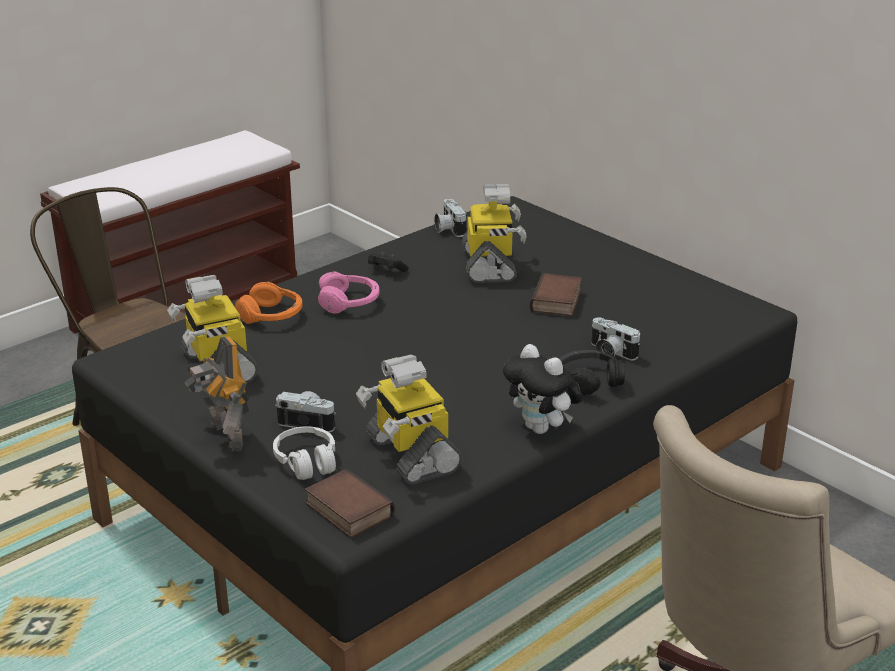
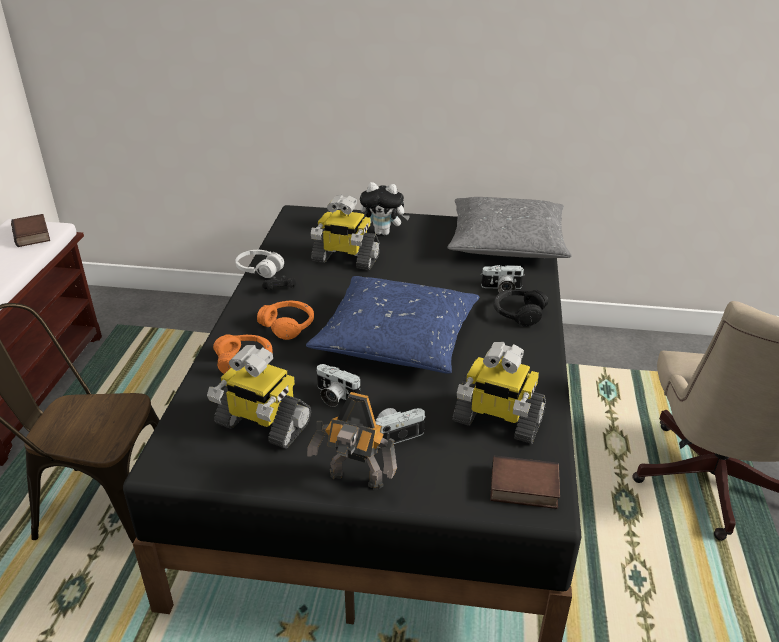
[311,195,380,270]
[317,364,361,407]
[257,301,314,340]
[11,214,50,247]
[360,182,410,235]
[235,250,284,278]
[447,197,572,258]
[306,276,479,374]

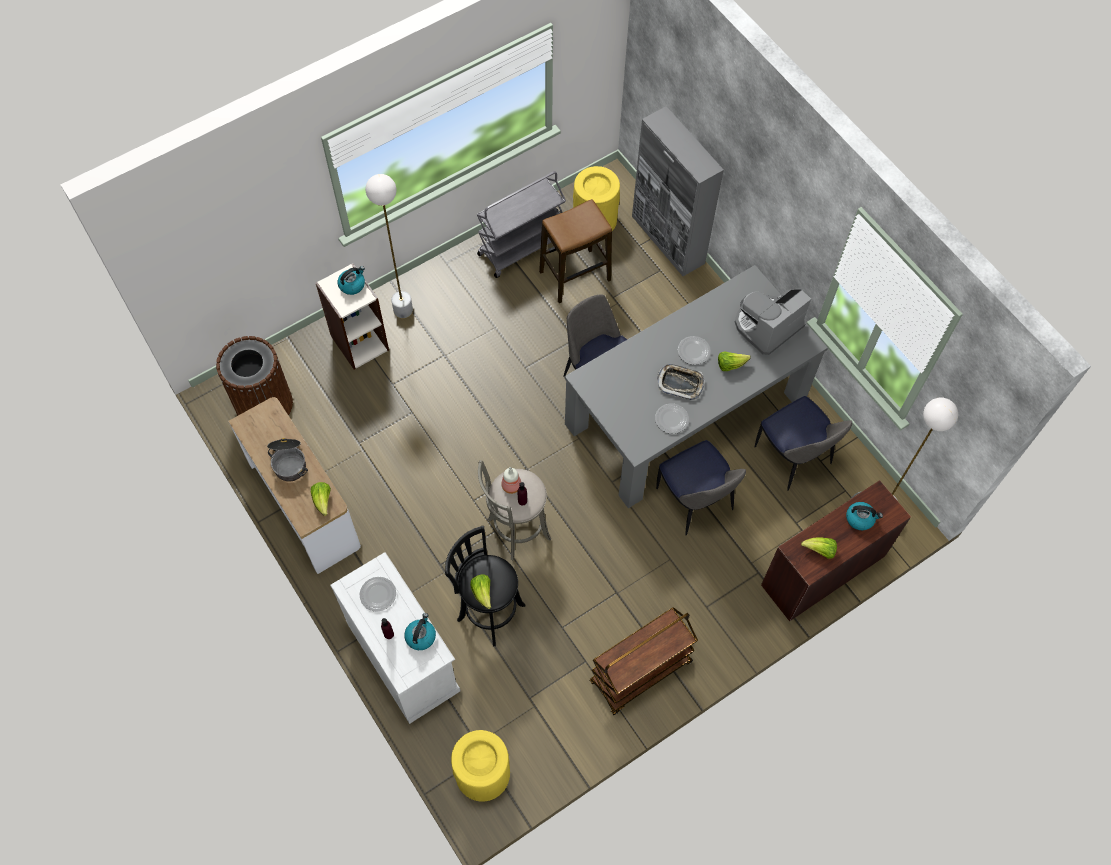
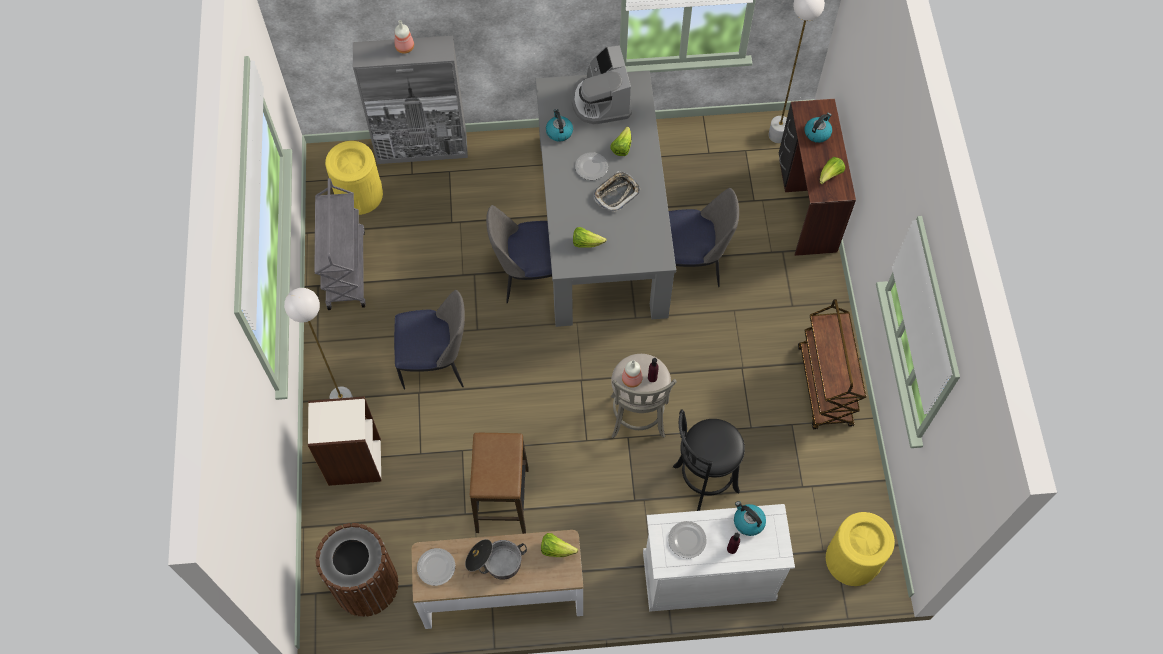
[470,433,529,534]
[546,109,573,142]
[394,290,465,390]
[417,548,455,586]
[573,227,606,248]
[395,20,414,54]

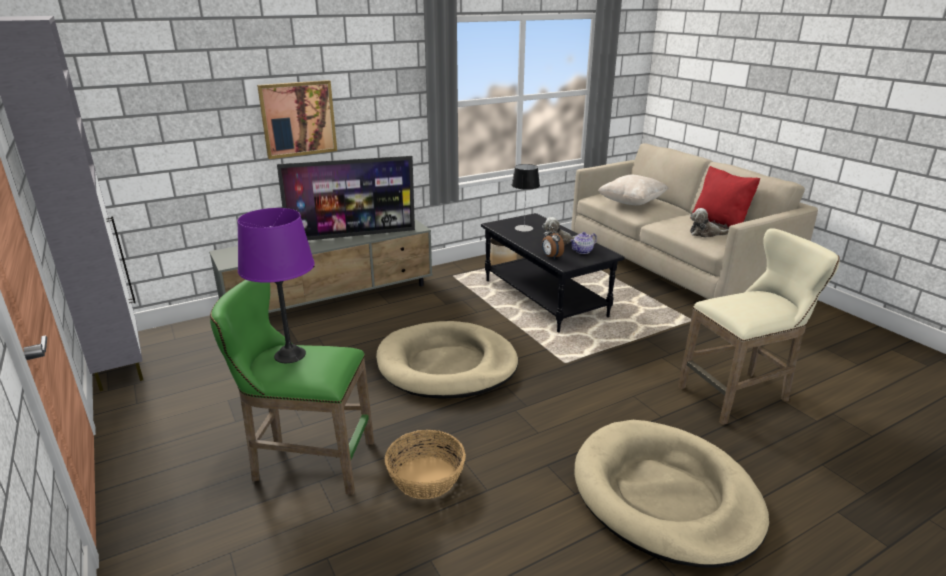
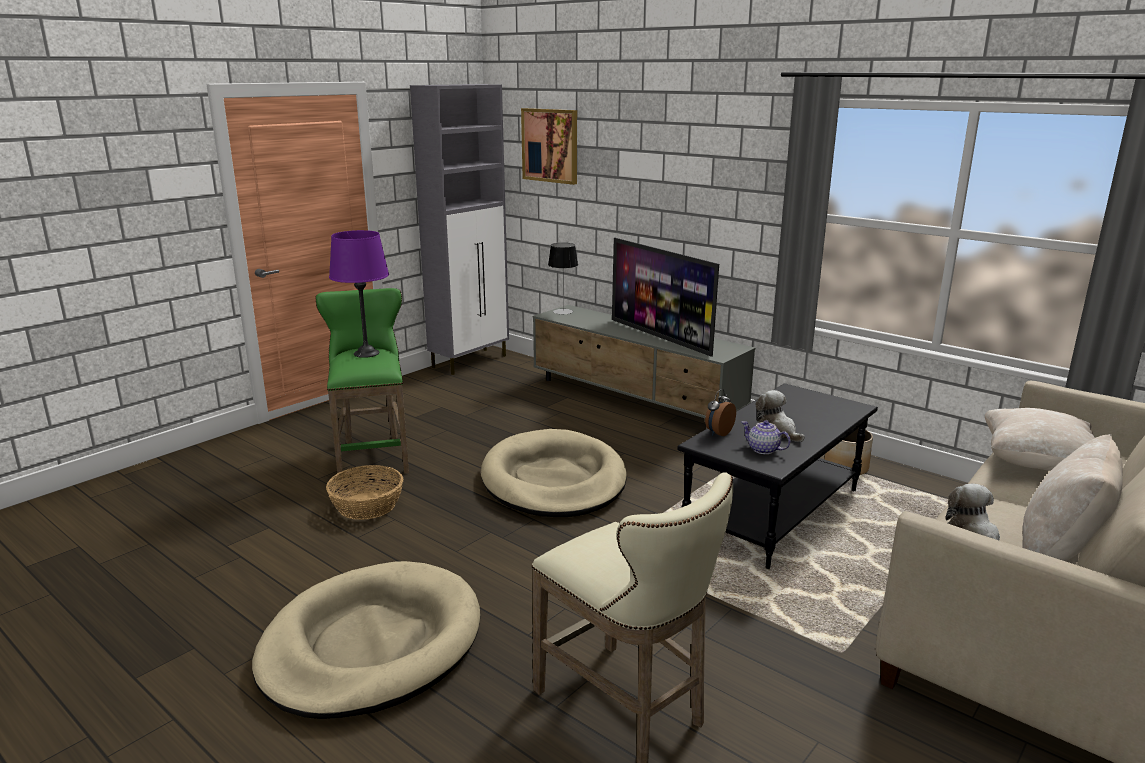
[521,108,577,185]
[548,243,578,314]
[1022,434,1123,561]

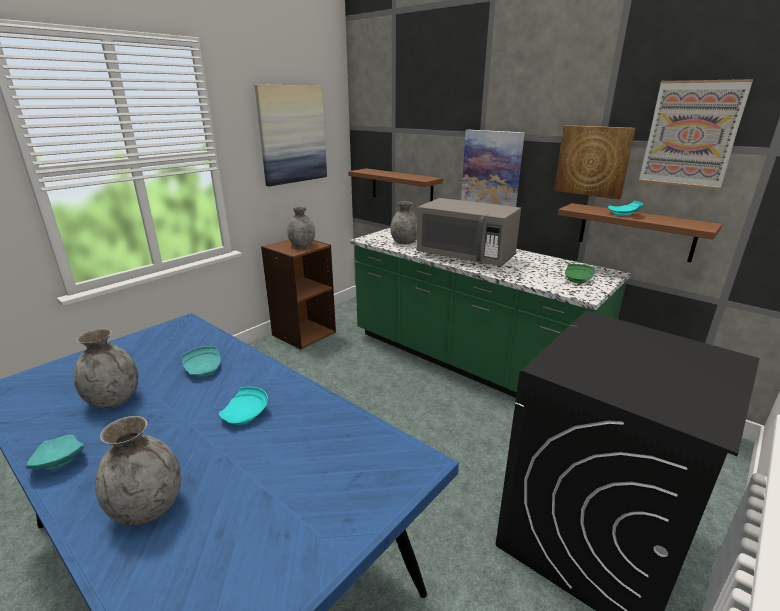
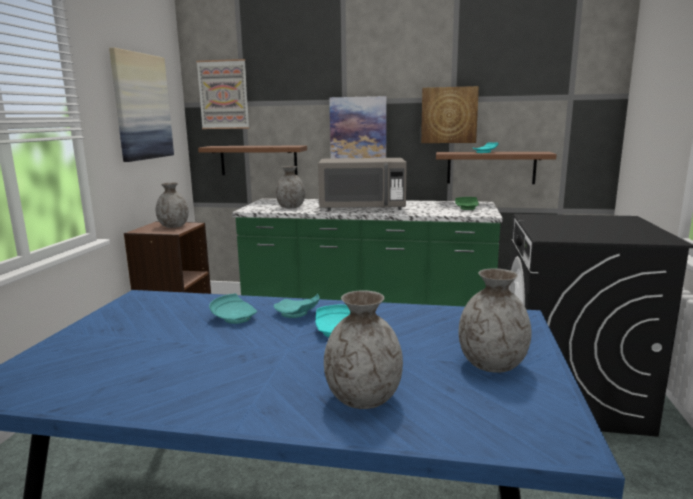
[196,59,250,129]
[459,268,532,373]
[274,294,320,318]

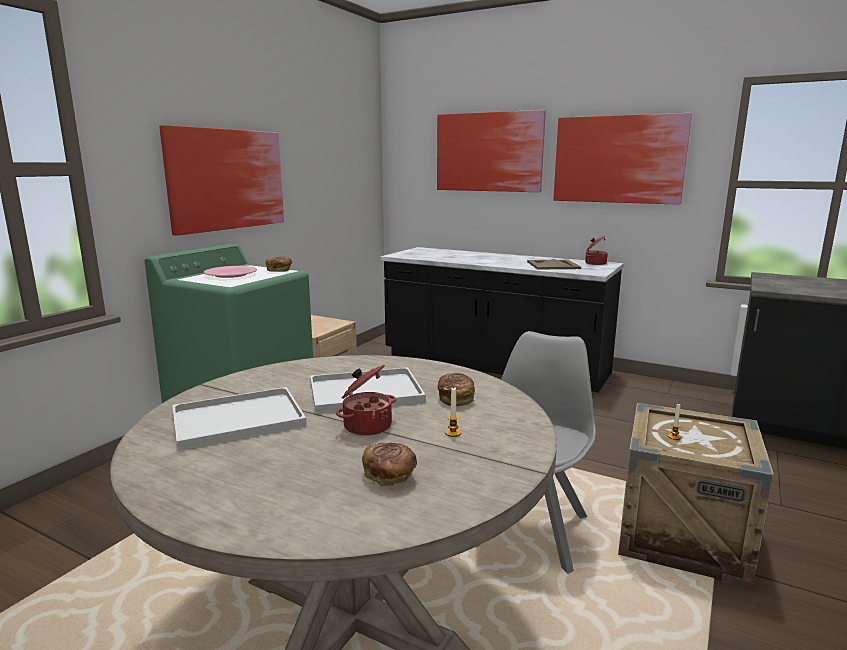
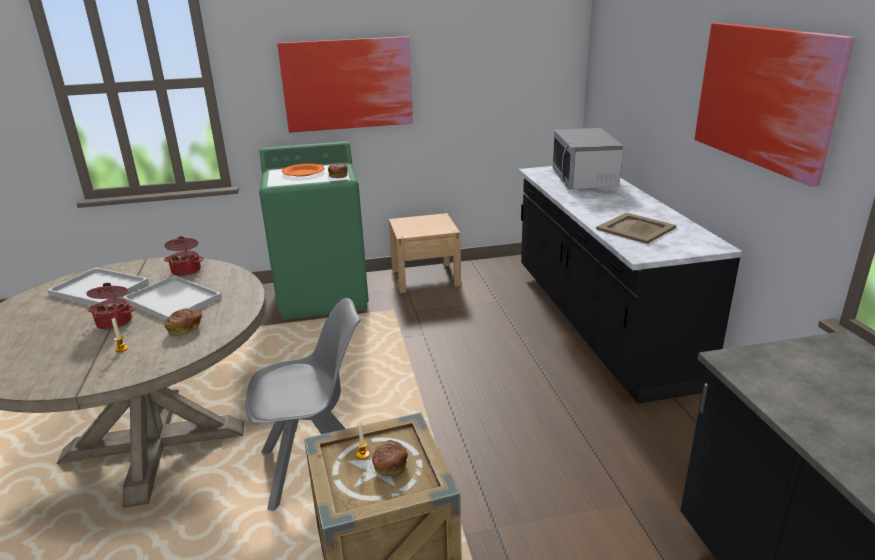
[437,110,546,192] (first image)
[164,236,204,276]
[282,163,324,177]
[372,440,408,476]
[552,128,623,189]

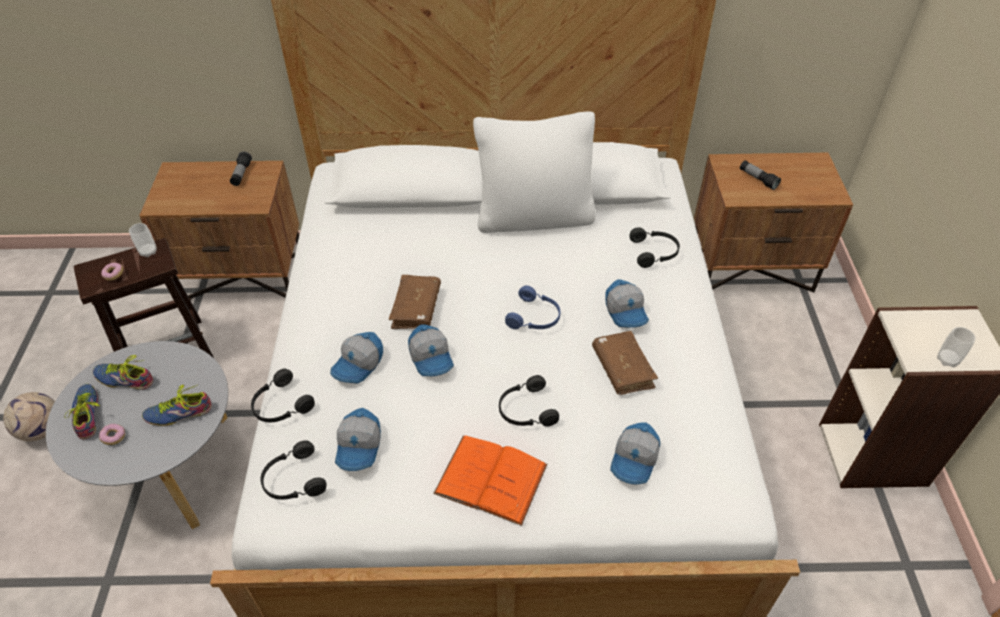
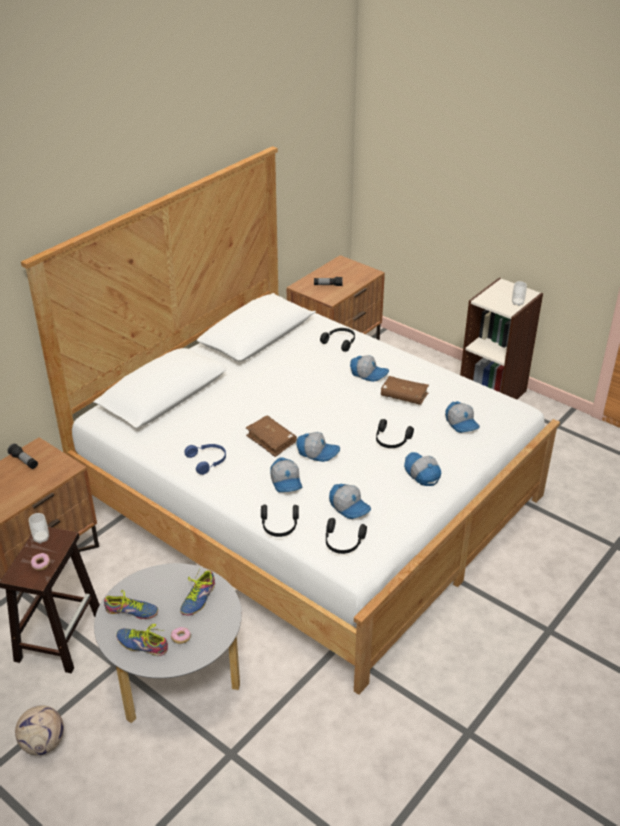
[473,111,596,233] (first image)
[185,444,226,475]
[104,590,158,619]
[404,452,441,486]

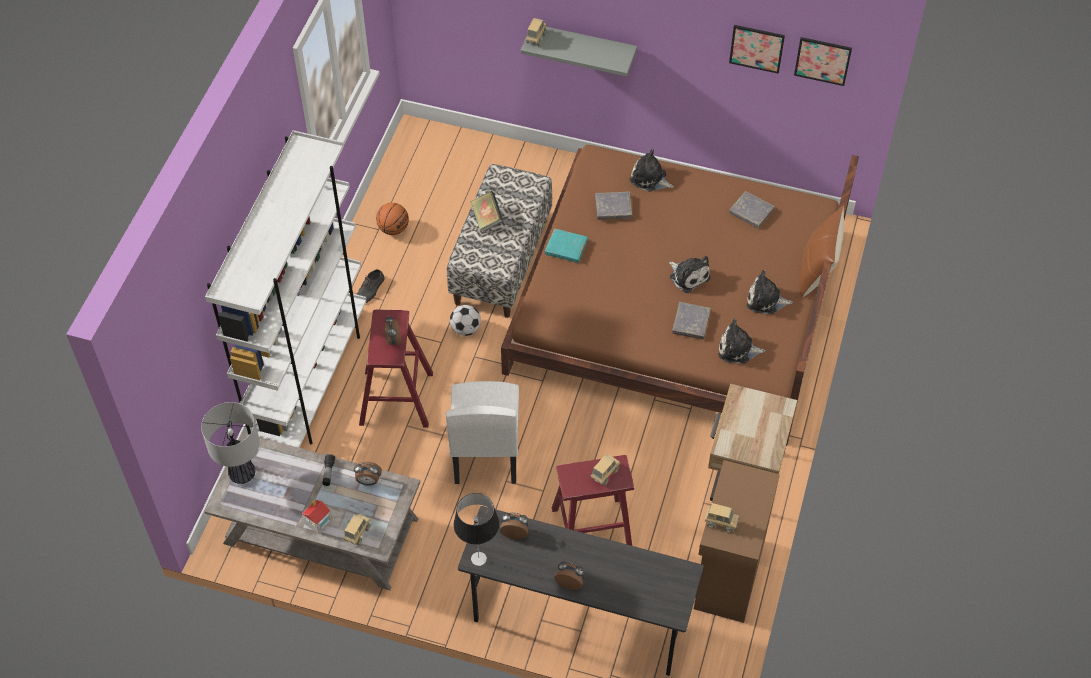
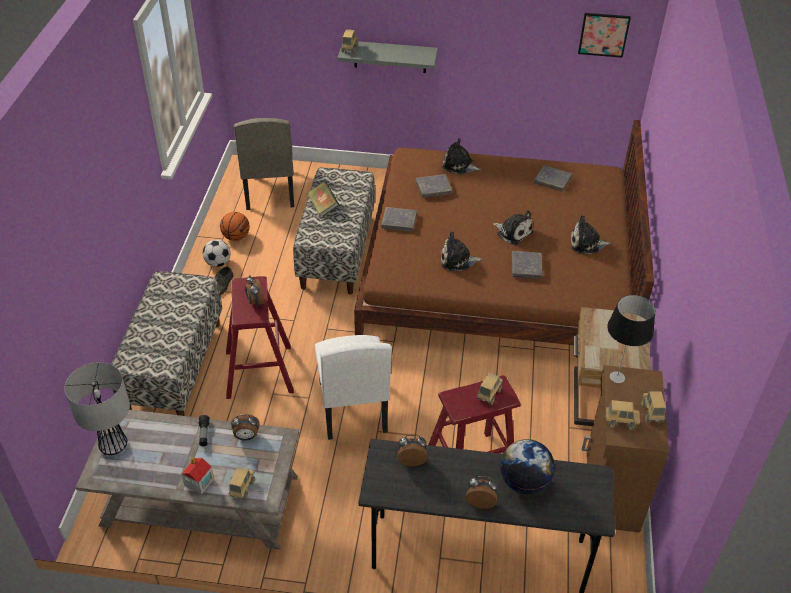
[729,25,785,74] (first image)
[111,271,222,416]
[799,206,844,297] (first image)
[381,207,417,232]
[203,240,230,267]
[441,231,482,271]
[607,295,655,383]
[234,118,294,210]
[641,391,666,422]
[500,439,555,494]

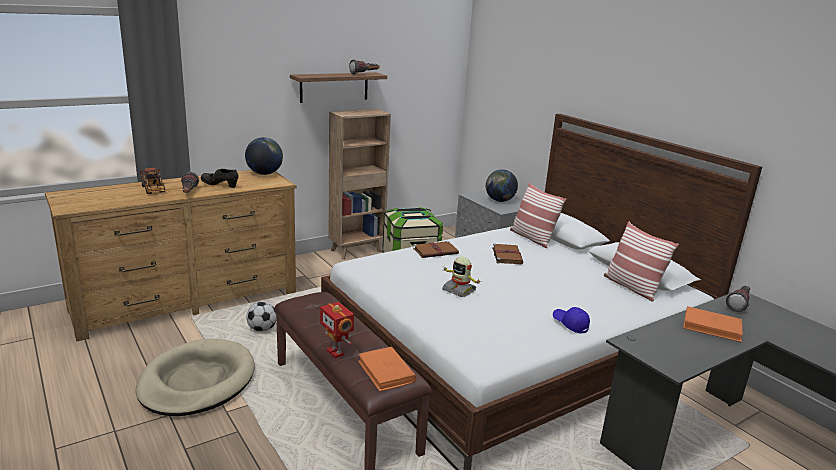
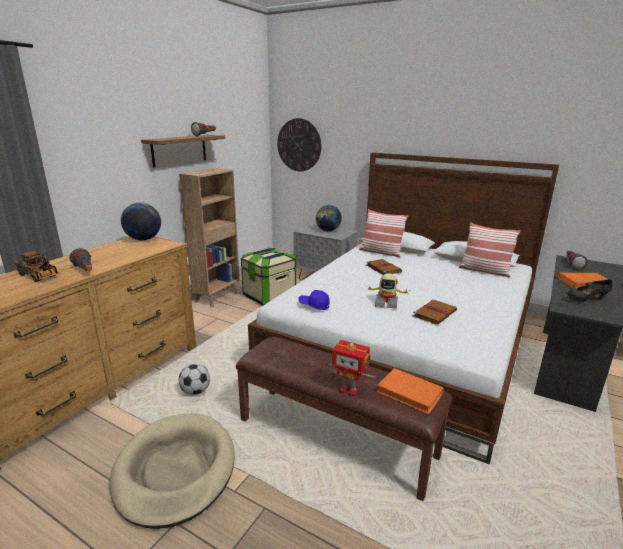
[567,279,613,302]
[413,299,457,325]
[298,290,330,310]
[277,118,321,171]

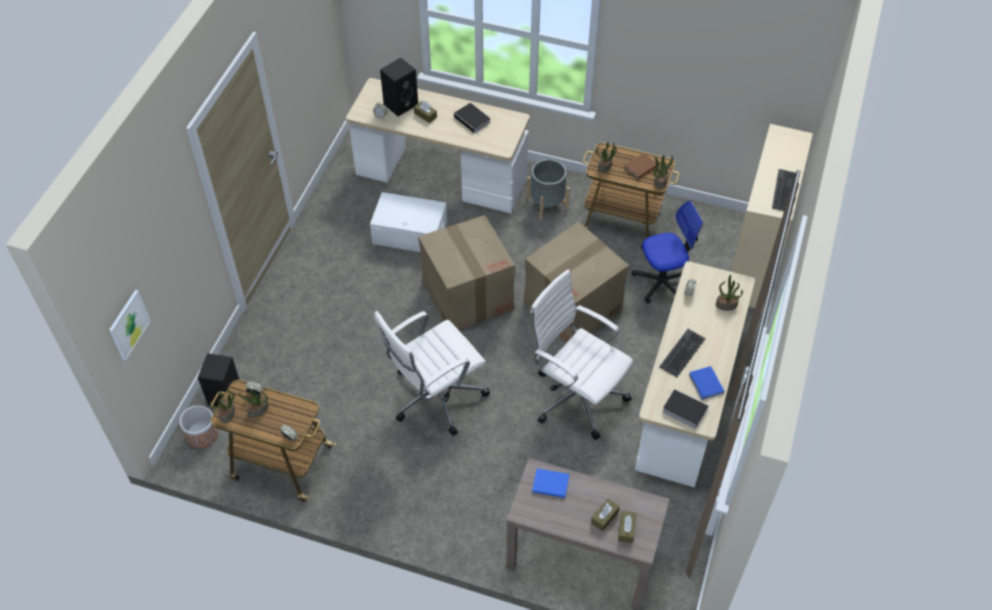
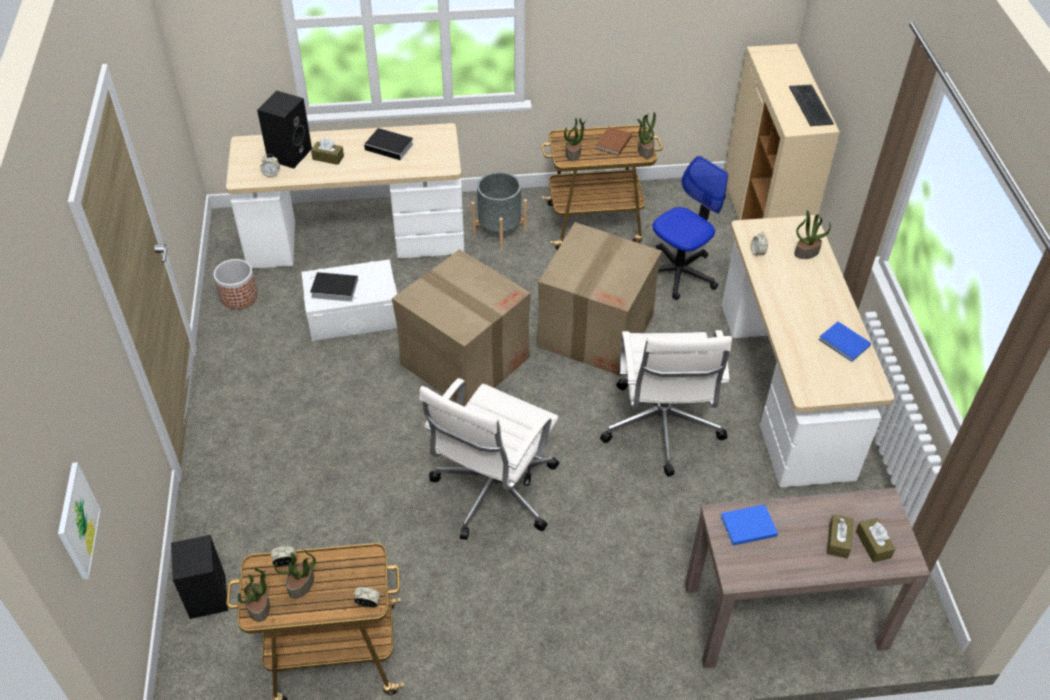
[600,330,732,477]
[659,329,706,377] (first image)
[309,272,358,302]
[213,259,258,309]

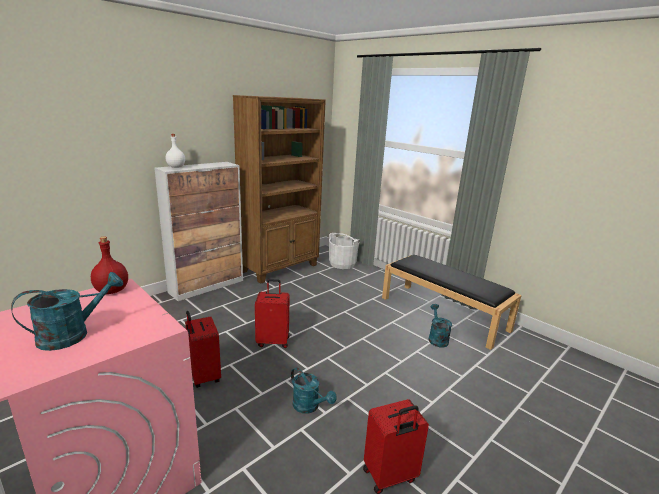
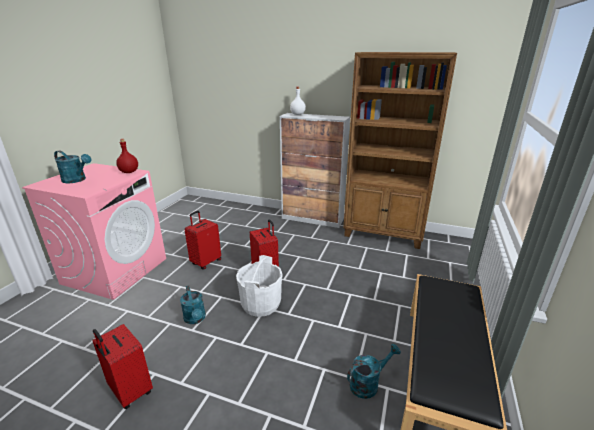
[236,255,282,317]
[180,286,206,324]

